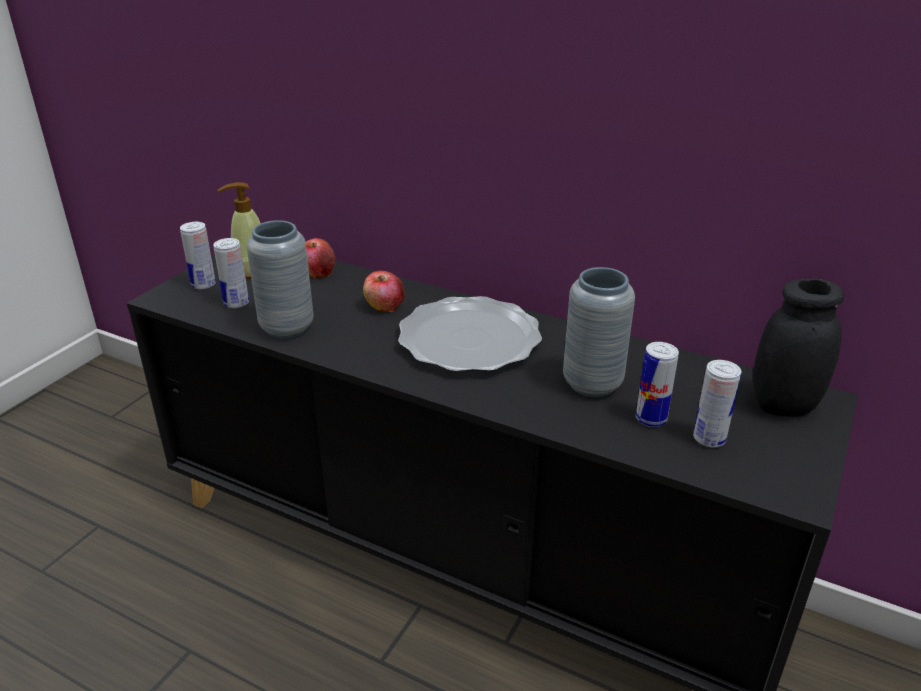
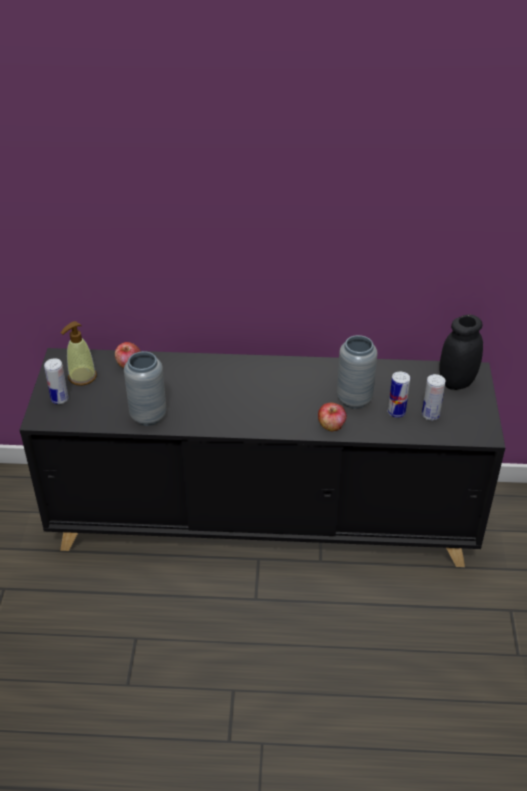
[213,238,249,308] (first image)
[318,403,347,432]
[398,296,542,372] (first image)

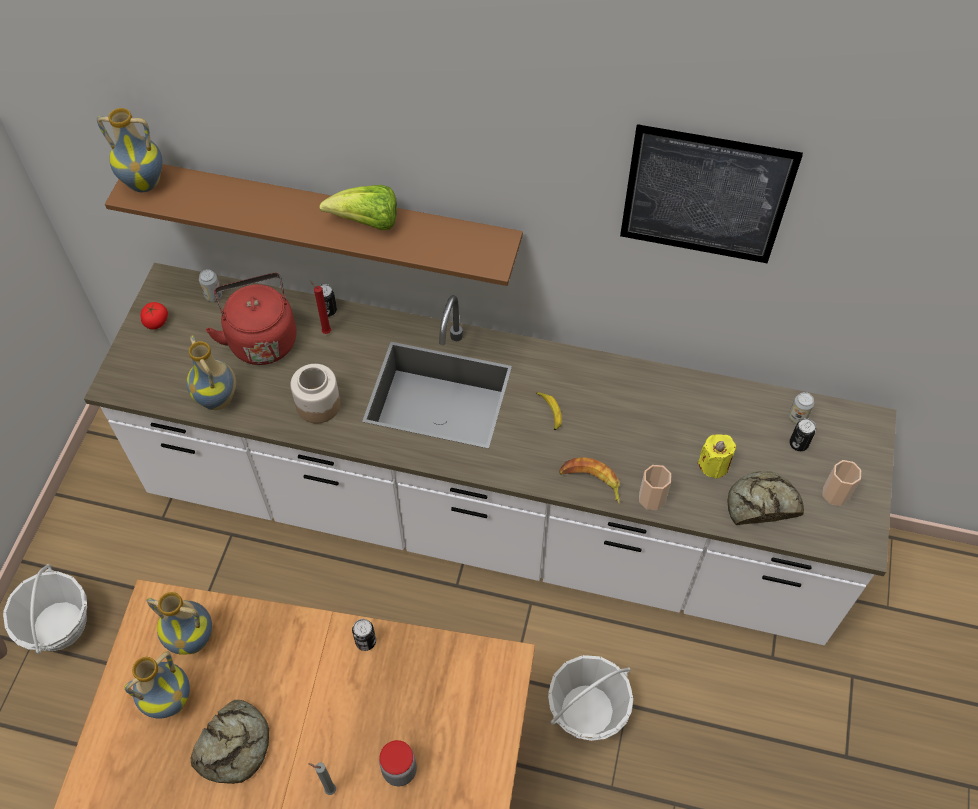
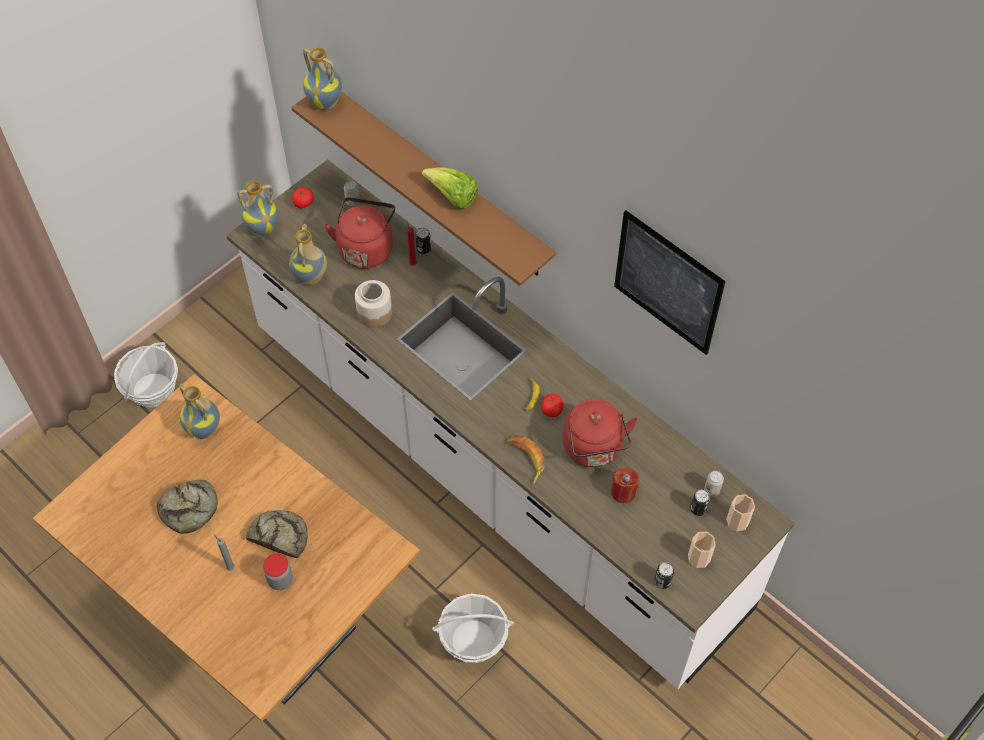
[611,467,639,503]
[726,494,755,531]
[246,510,308,558]
[654,562,674,589]
[237,181,279,236]
[541,394,563,417]
[563,399,638,467]

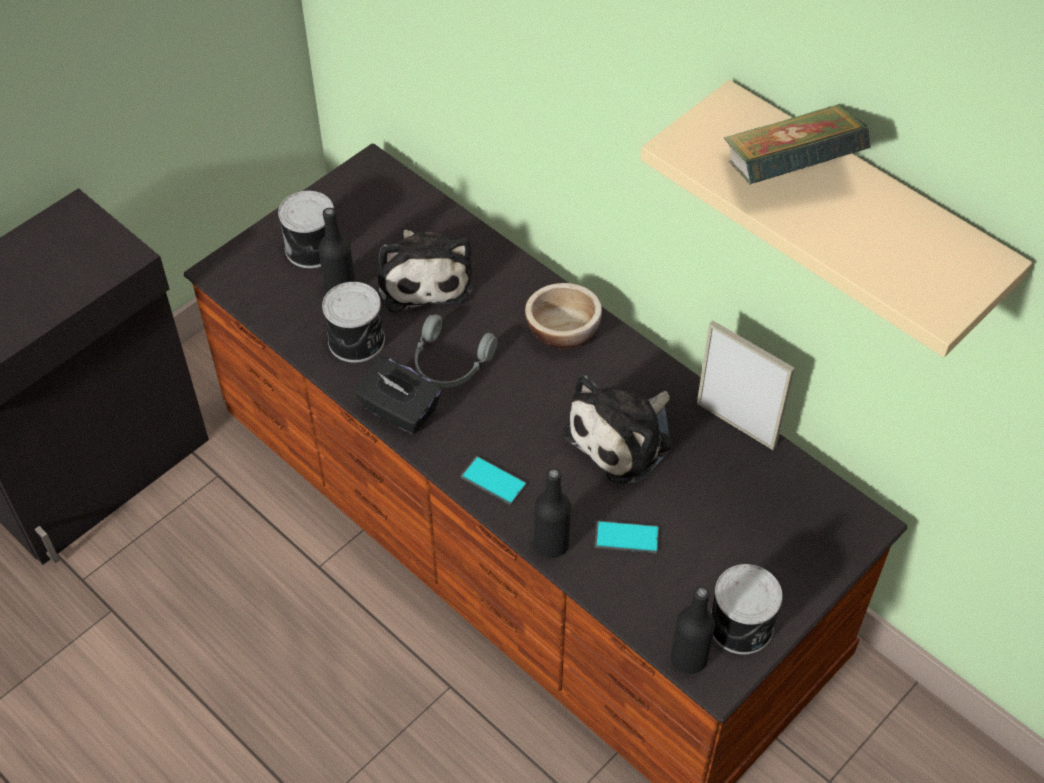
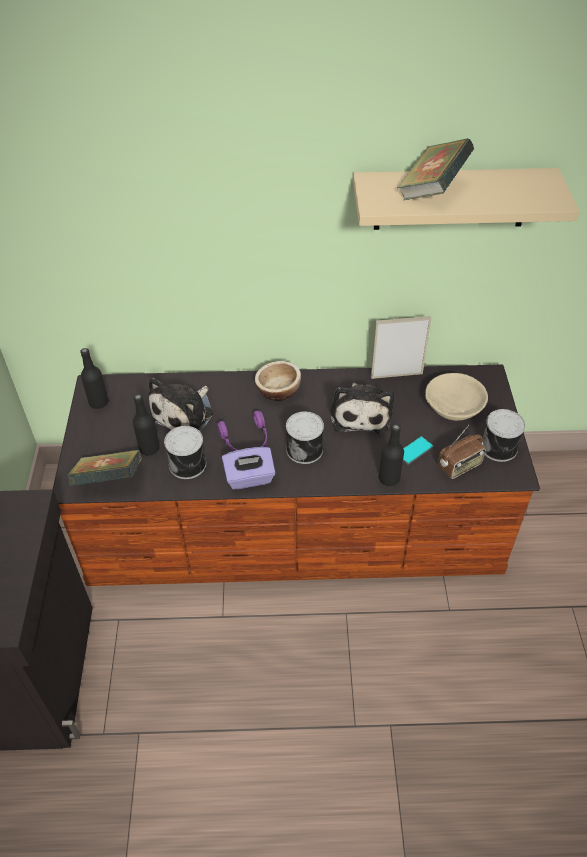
[286,411,324,464]
[148,378,213,432]
[217,411,267,451]
[222,447,276,490]
[461,456,527,505] (first image)
[80,348,108,409]
[425,373,488,421]
[438,425,486,479]
[68,450,142,486]

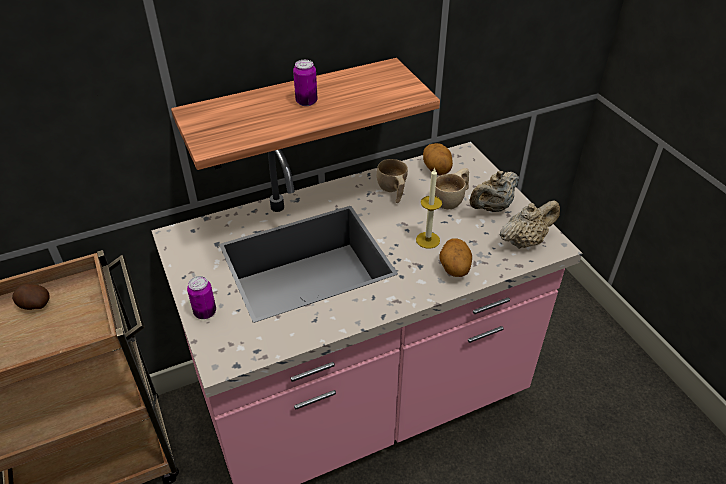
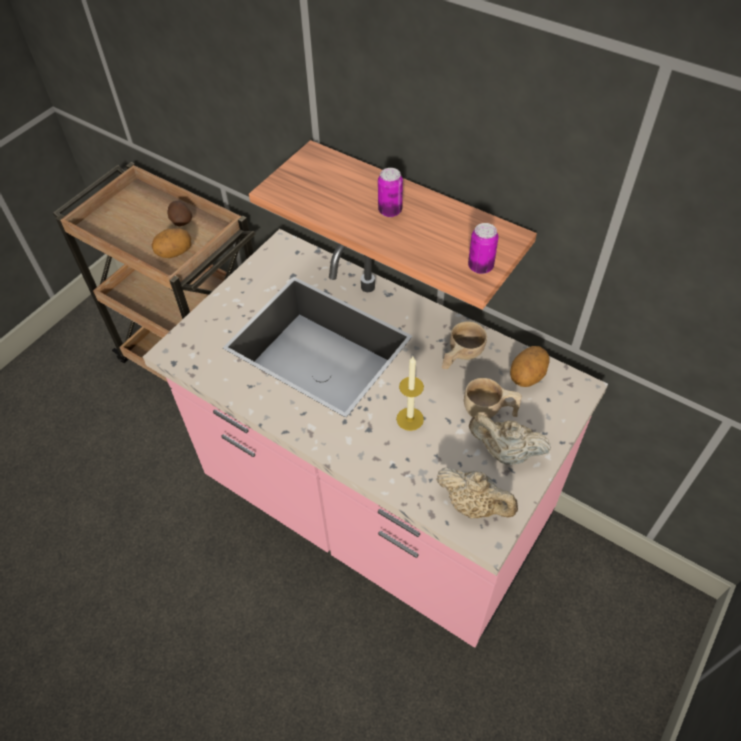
[152,229,191,258]
[468,223,499,274]

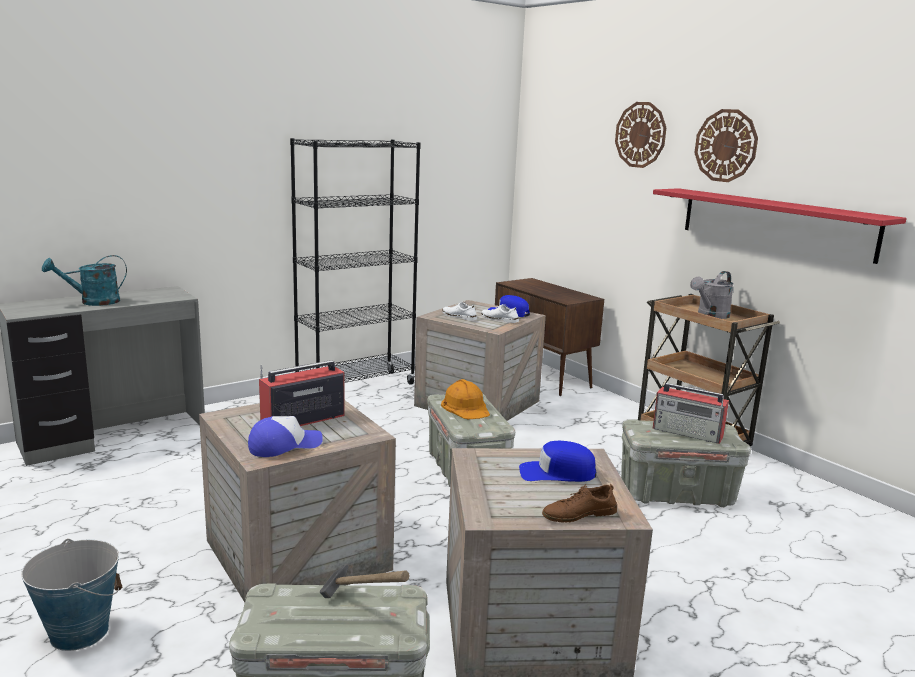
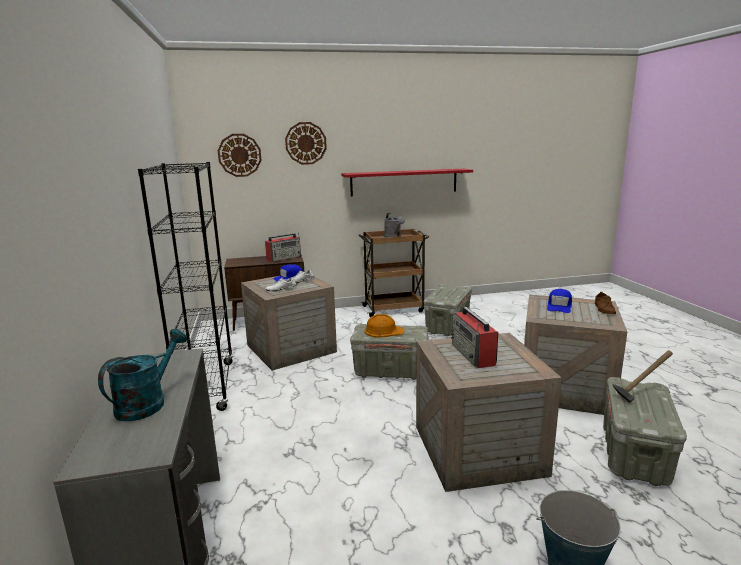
[218,134,262,177]
[98,329,187,421]
[265,233,301,262]
[248,416,323,457] (first image)

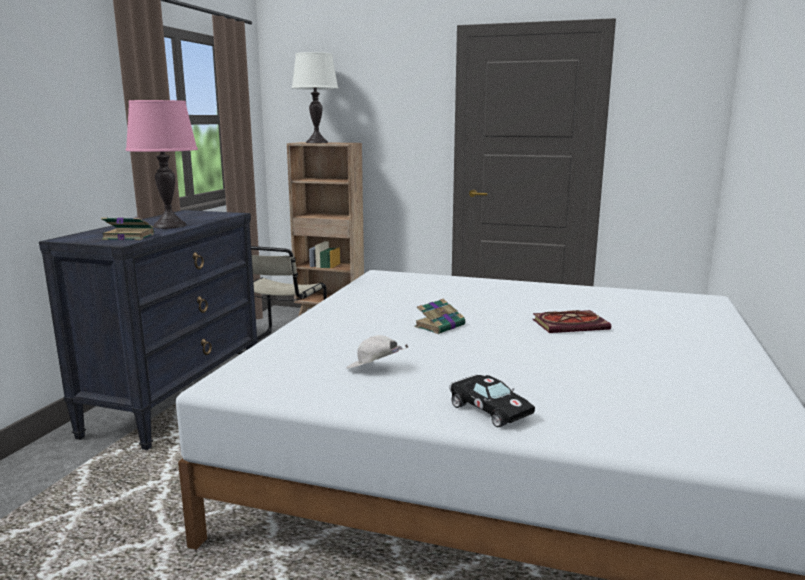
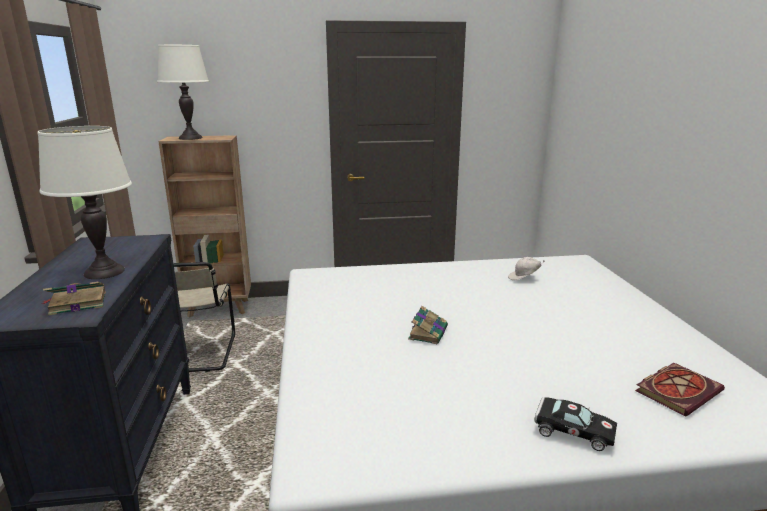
[38,126,132,279]
[635,363,725,416]
[508,257,545,280]

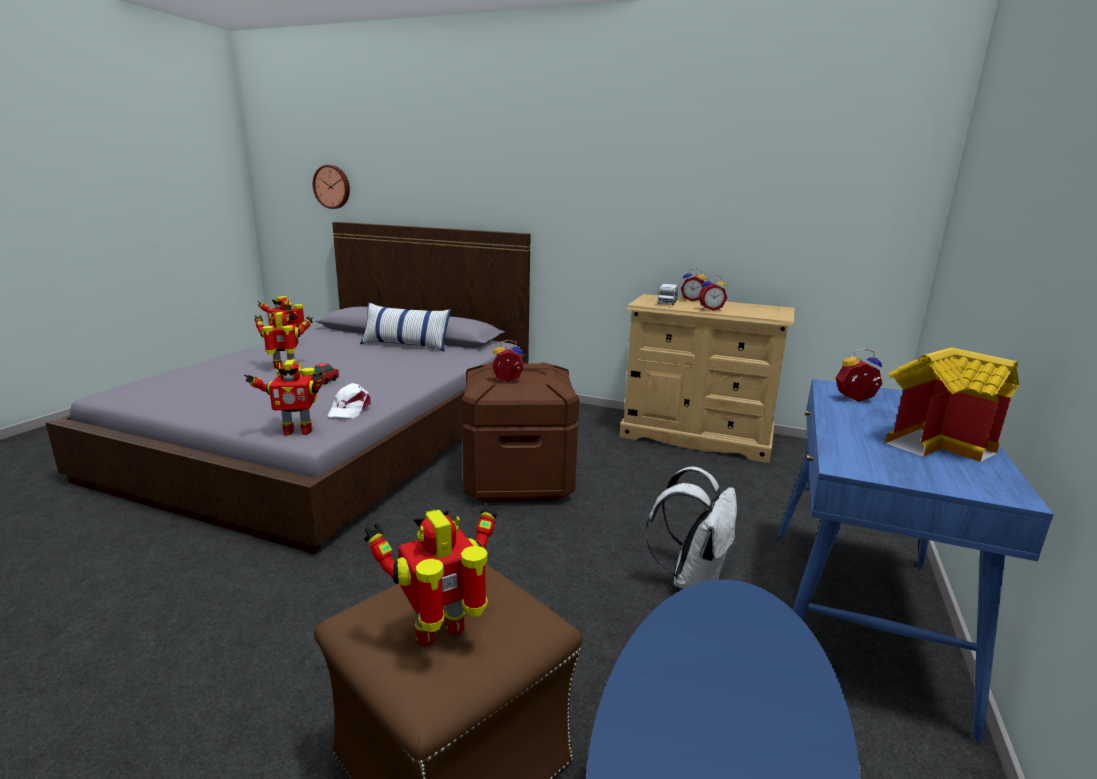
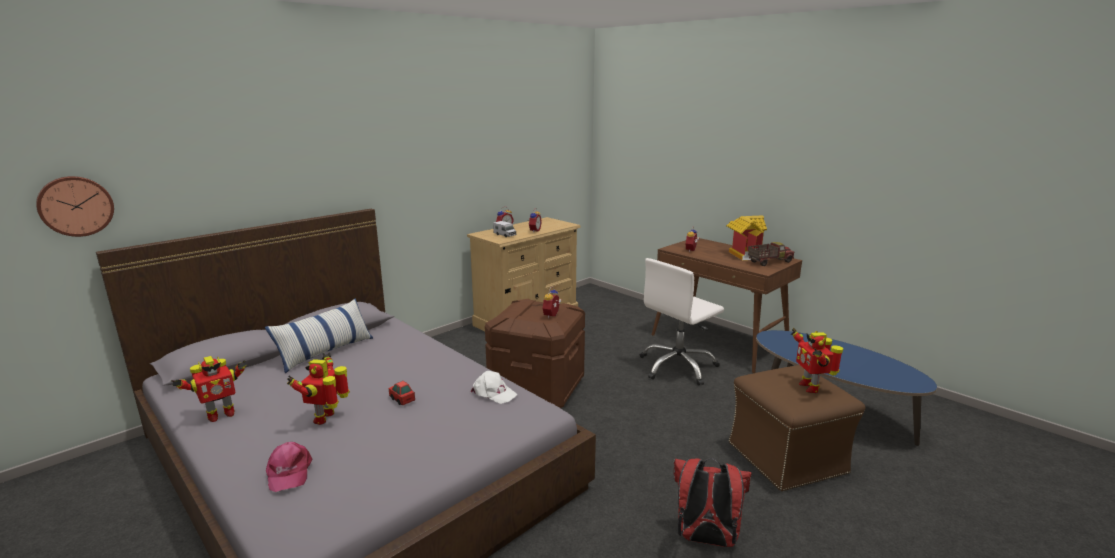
[244,360,323,436] (first image)
[652,238,802,373]
[640,258,724,386]
[748,242,794,266]
[266,442,312,492]
[674,458,752,547]

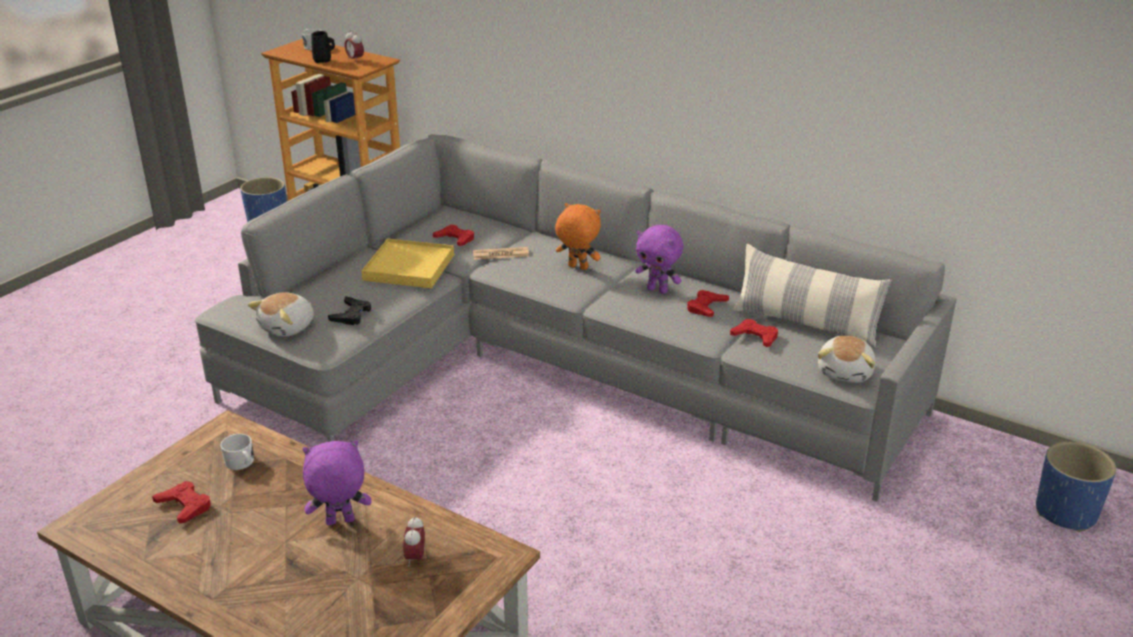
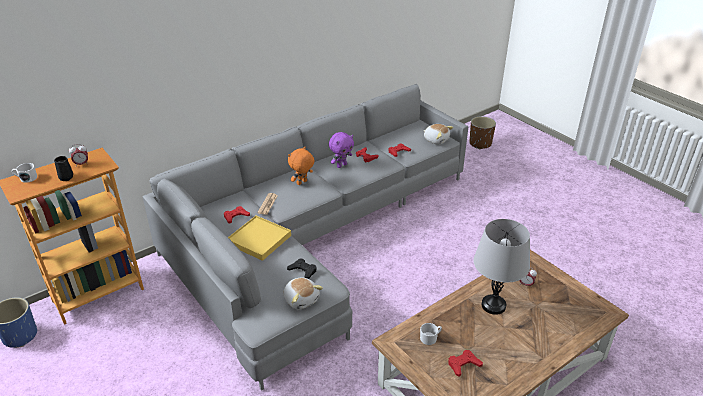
[733,244,892,348] (first image)
[473,219,530,315]
[469,116,496,149]

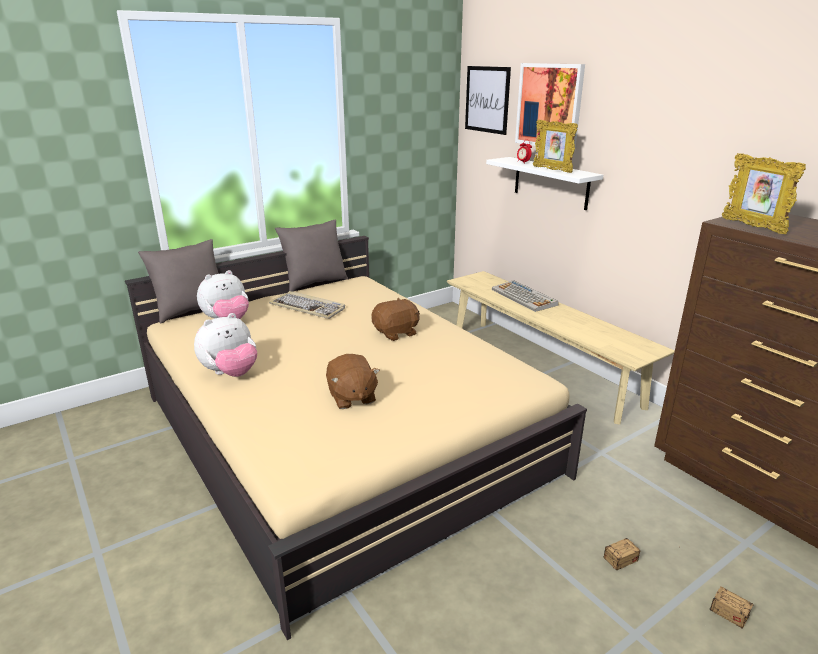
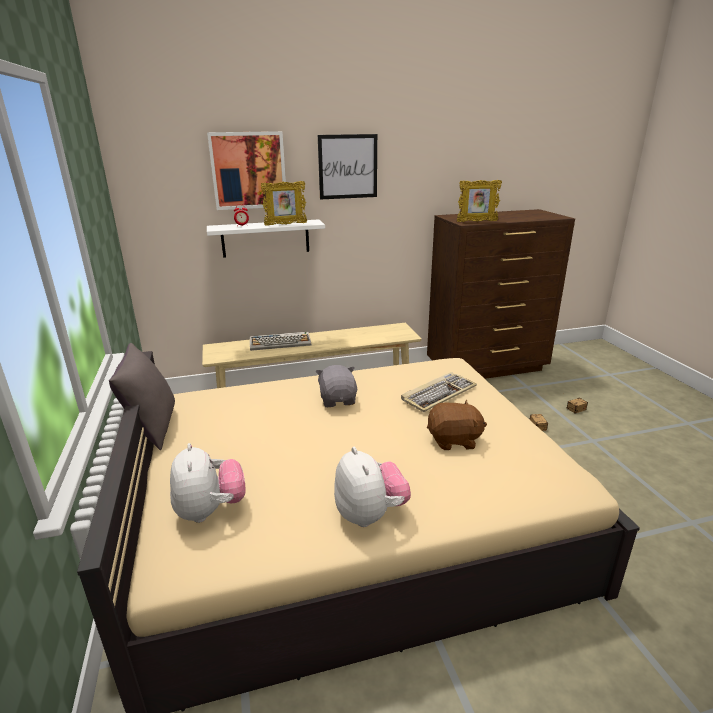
[318,134,377,200]
[138,239,219,324] (first image)
[401,372,477,412]
[315,365,357,407]

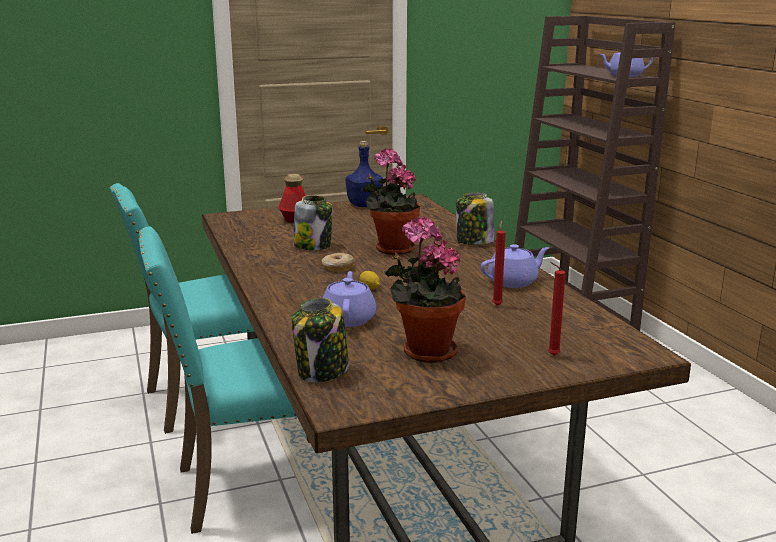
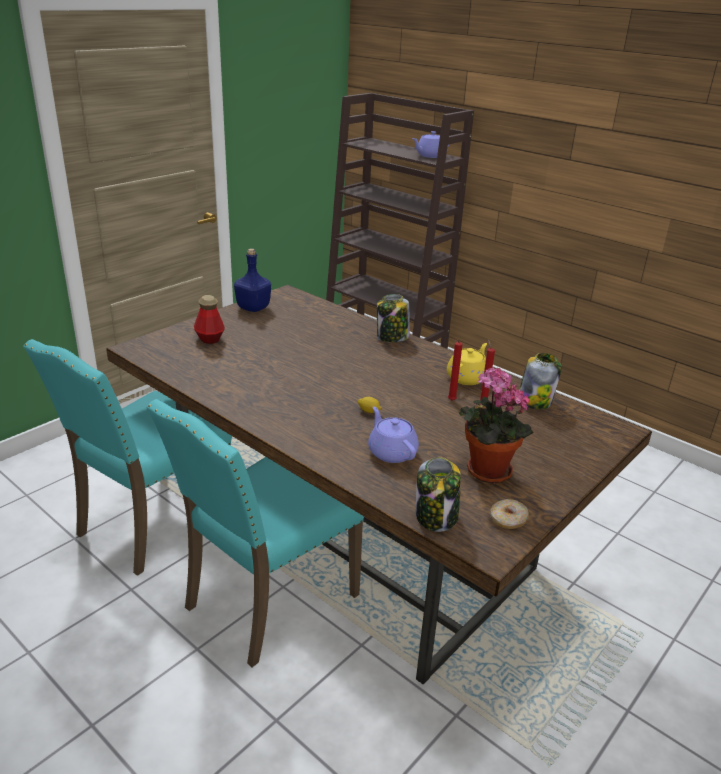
[362,148,420,255] (first image)
[520,353,562,409]
[447,343,487,385]
[490,499,529,529]
[448,338,463,400]

